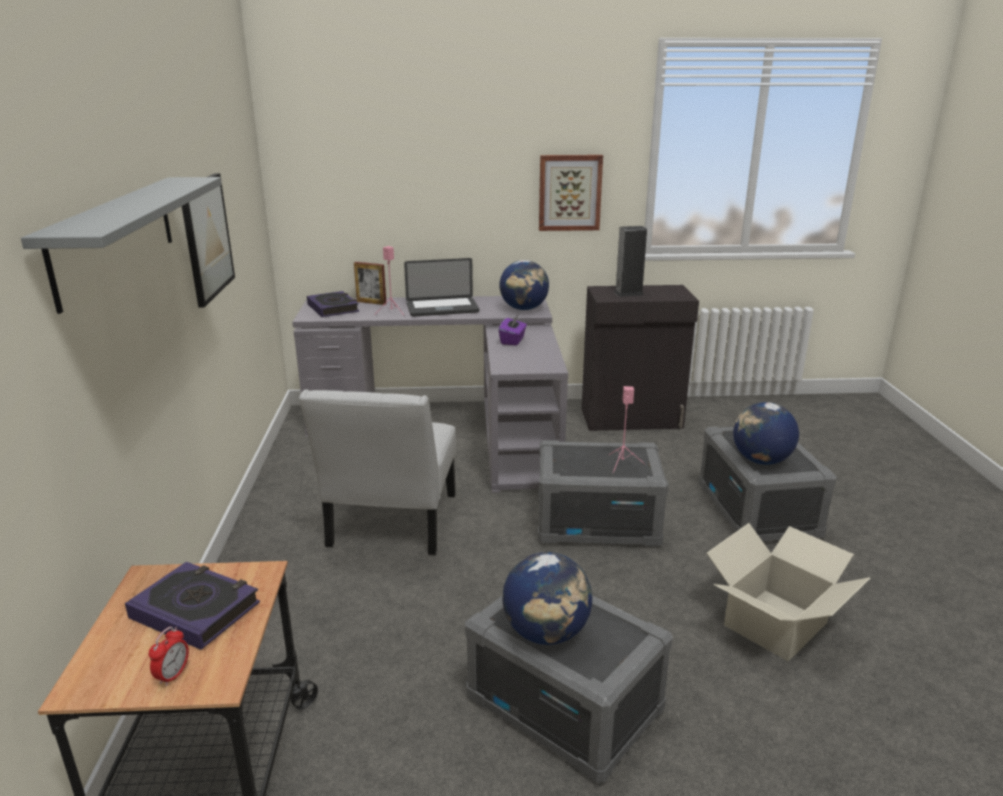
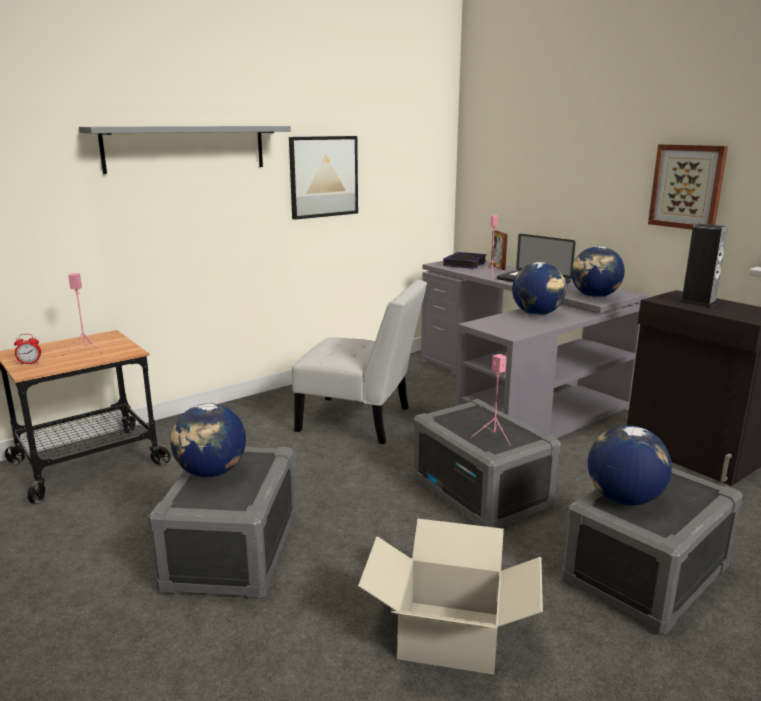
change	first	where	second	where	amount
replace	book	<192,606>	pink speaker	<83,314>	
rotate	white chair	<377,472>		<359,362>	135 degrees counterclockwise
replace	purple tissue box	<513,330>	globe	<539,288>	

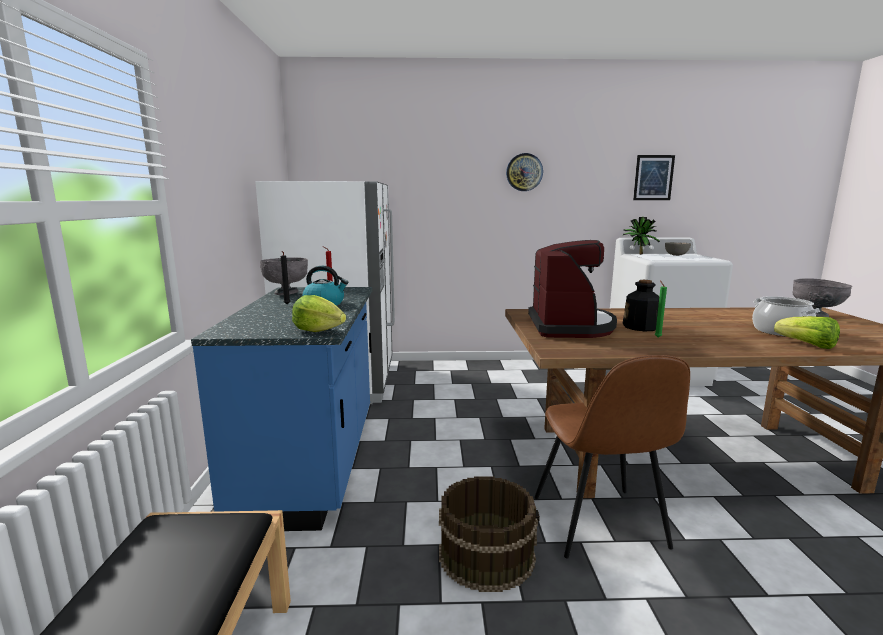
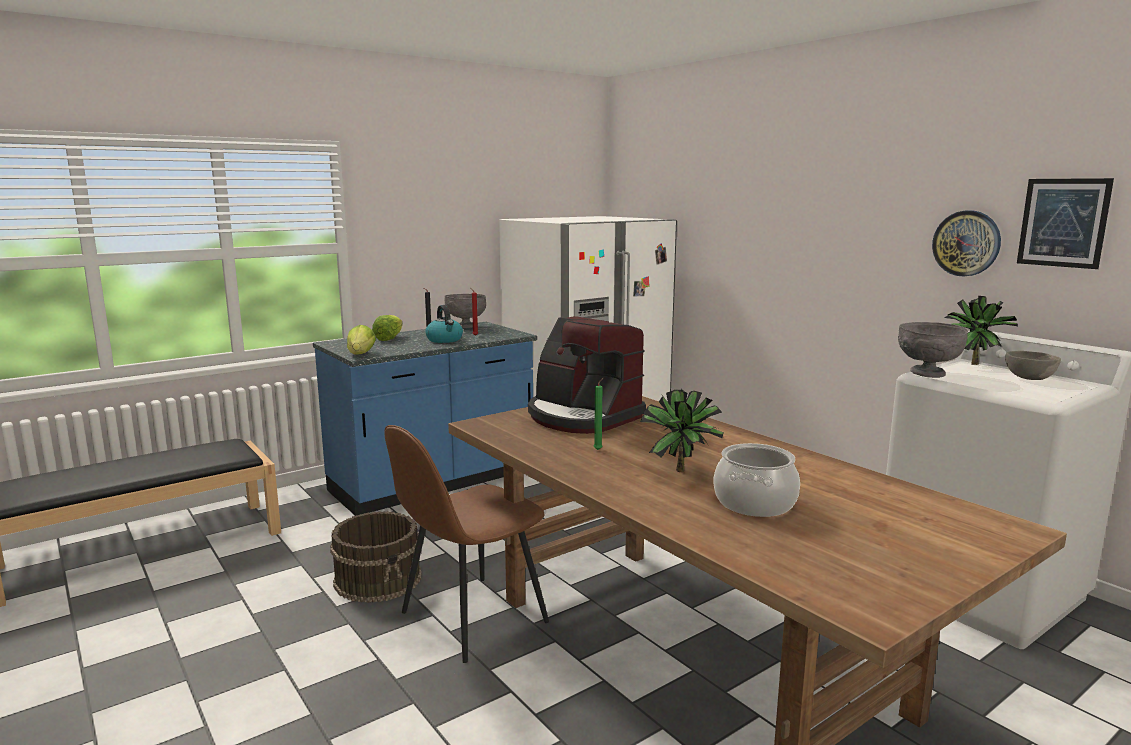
change	first	where	second	where	amount
move	lettuce	<807,332>		<387,328>	
rotate	coffee machine	<572,289>		<587,375>	75 degrees clockwise
insert			potted plant	<682,430>	
move	grey bowl	<822,297>		<933,350>	
move	wall clock	<524,172>		<966,243>	
delete	bottle	<641,305>			

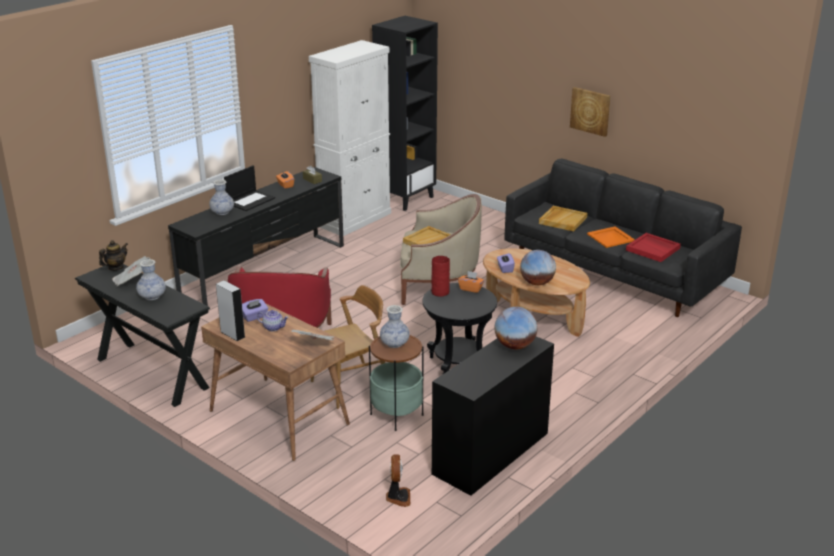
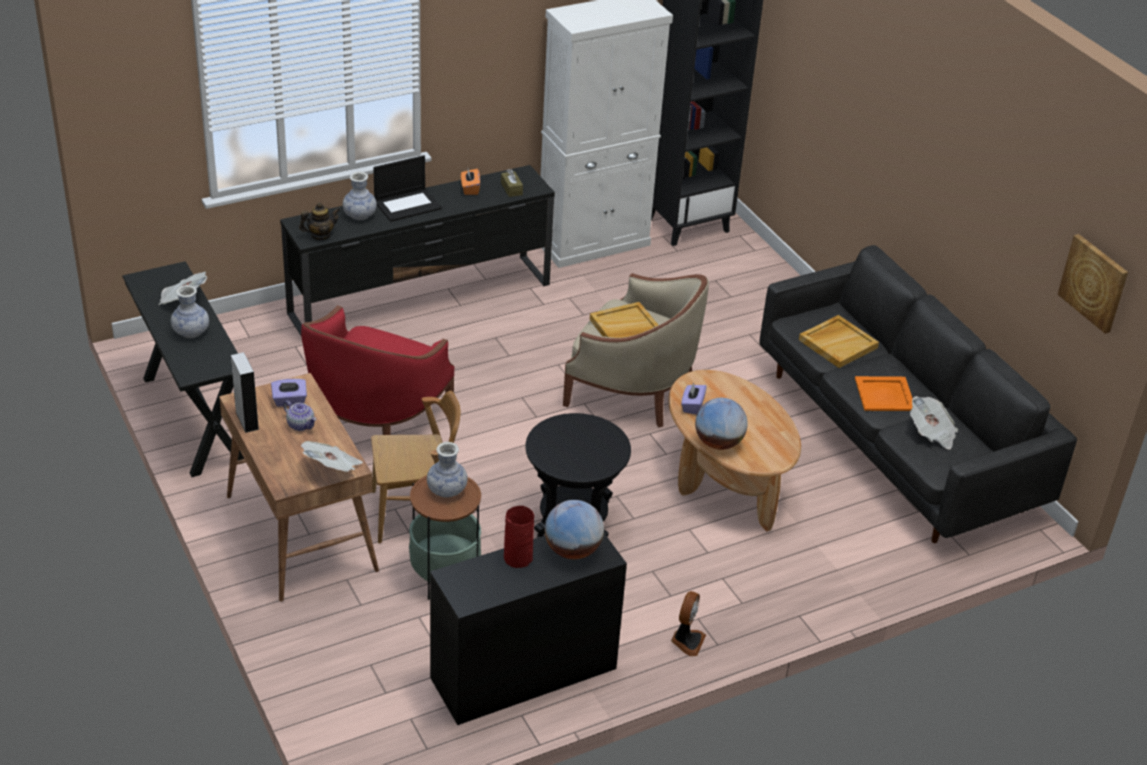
change	first	where	second	where	amount
move	teapot	<113,255>		<319,221>	
move	red vase	<440,276>		<519,537>	
move	fan	<398,481>		<688,623>	
replace	red tray	<653,247>	newspaper	<934,423>	
move	picture	<590,112>		<1093,284>	
delete	orange tissue box	<471,282>			

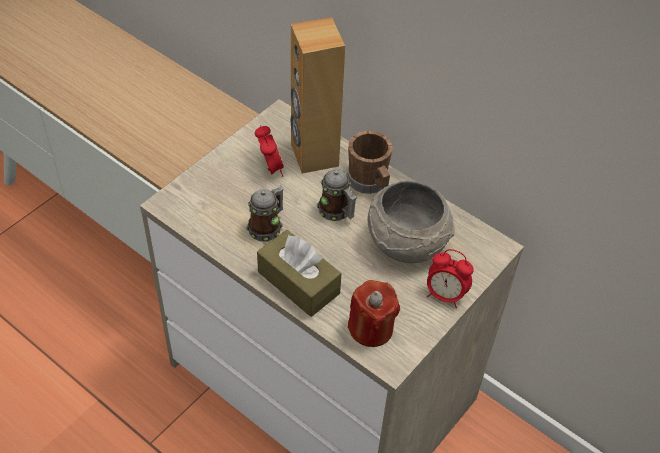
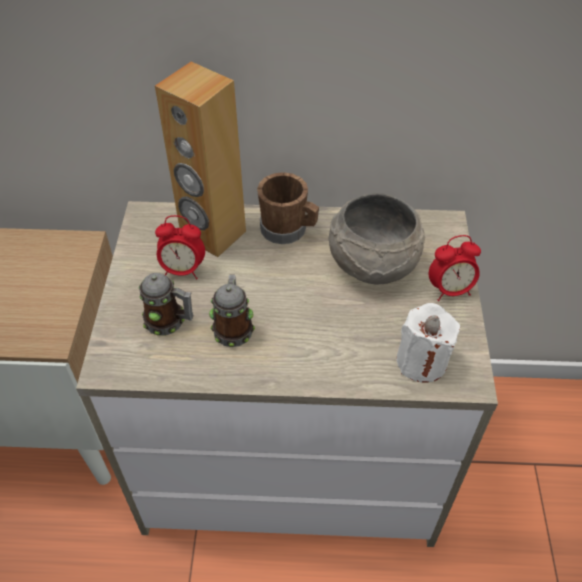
change	first	where	second	where	amount
move	mug	<337,195>		<166,304>	
rotate	alarm clock	<269,151>		<180,247>	150 degrees clockwise
recolor	red candle	<374,313>	white candle	<428,342>	
delete	brown tissue box	<299,273>			

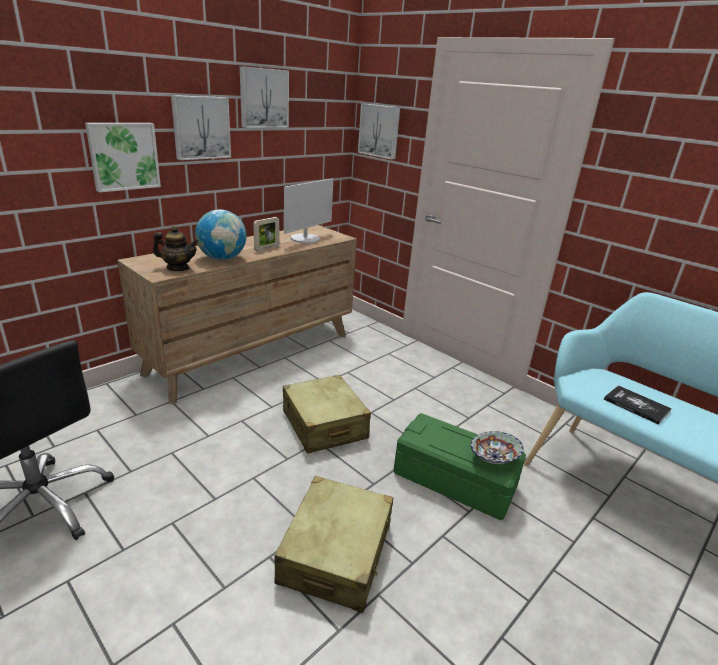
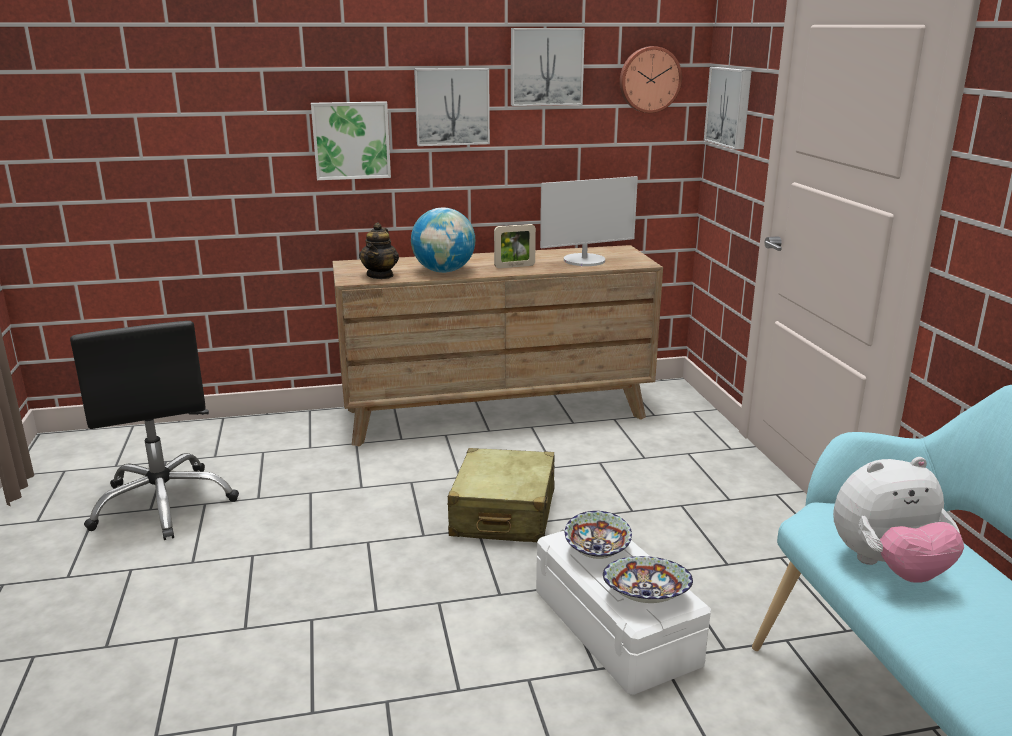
change	first	where	second	where	amount
rotate	teapot	<176,248>		<379,250>	60 degrees clockwise
recolor	green storage box	<459,466>	white storage box	<623,612>	
insert			bowl	<598,535>	
insert			wall clock	<651,79>	
replace	book	<638,405>	plush toy	<898,520>	
delete	beige suitcase	<334,544>			

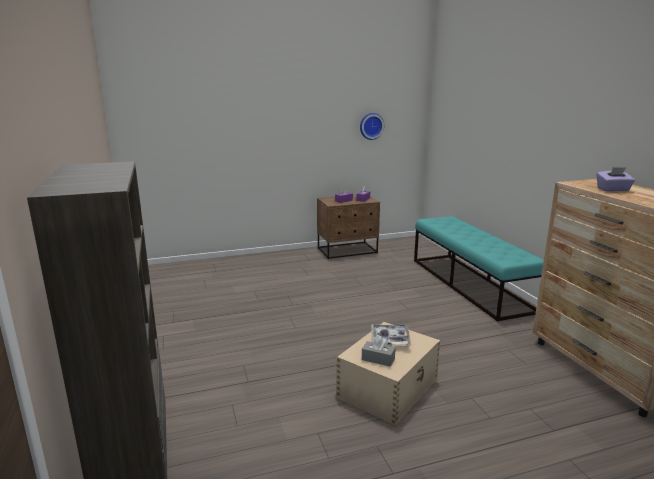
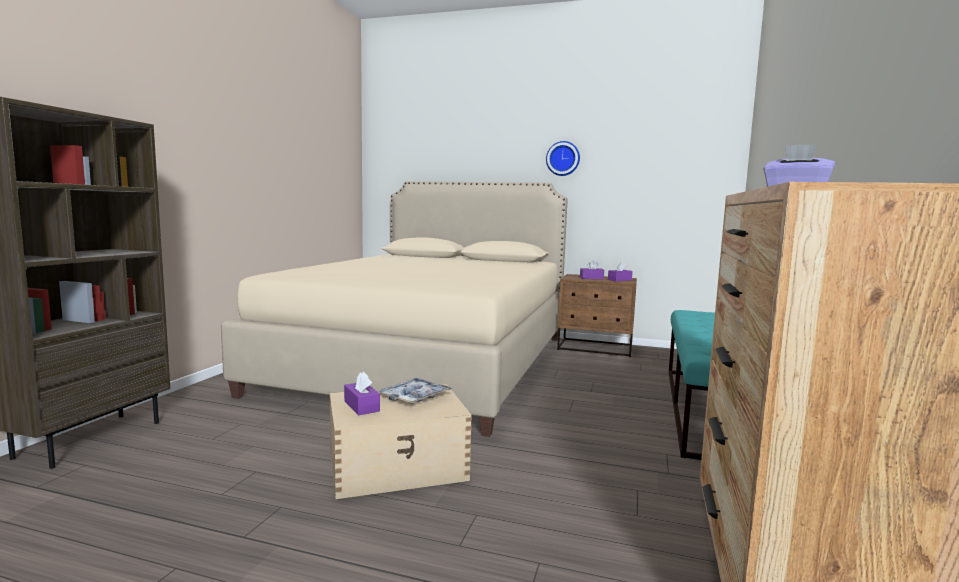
change	first	where	second	where	amount
insert			beige bed	<394,309>	
recolor	grey tissue box	<379,351>	purple tissue box	<362,393>	
move	wall clock	<372,126>		<563,158>	

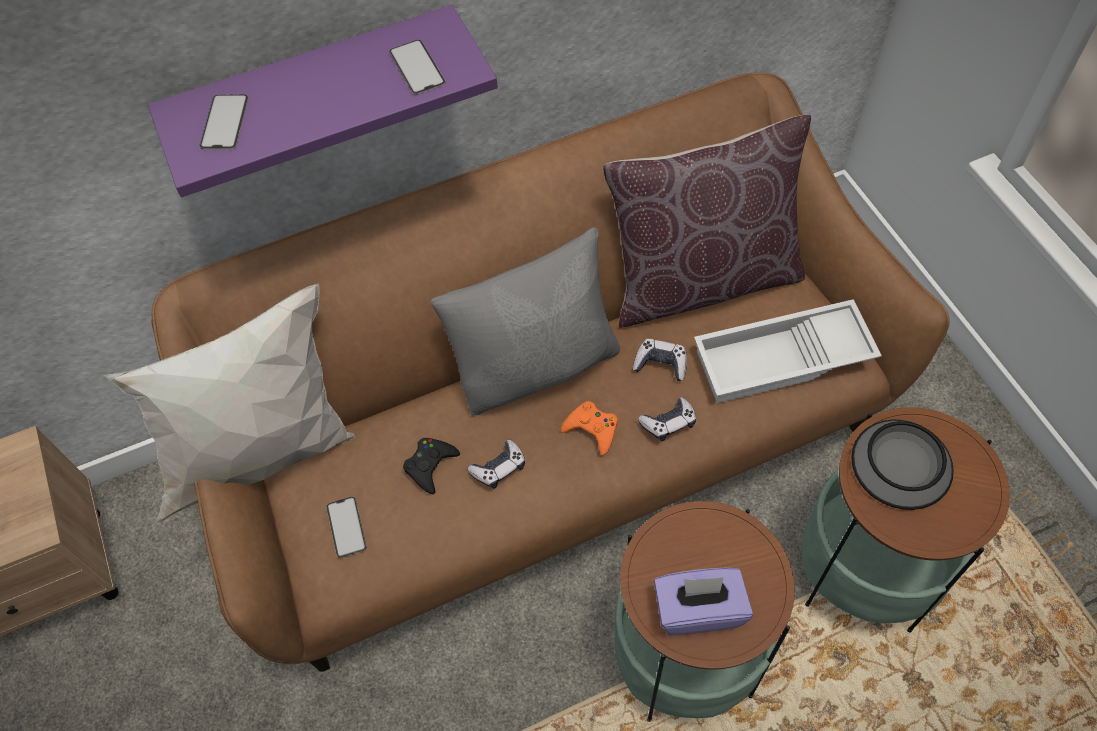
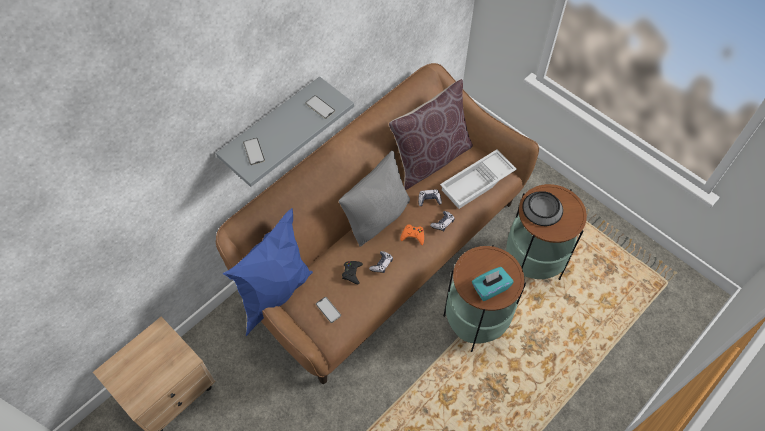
change	first	where	second	where	amount
recolor	purple shelf	<323,101>	grey shelf	<285,132>	
recolor	white pillow	<229,403>	blue pillow	<267,272>	
recolor	purple tissue box	<703,601>	turquoise tissue box	<493,284>	

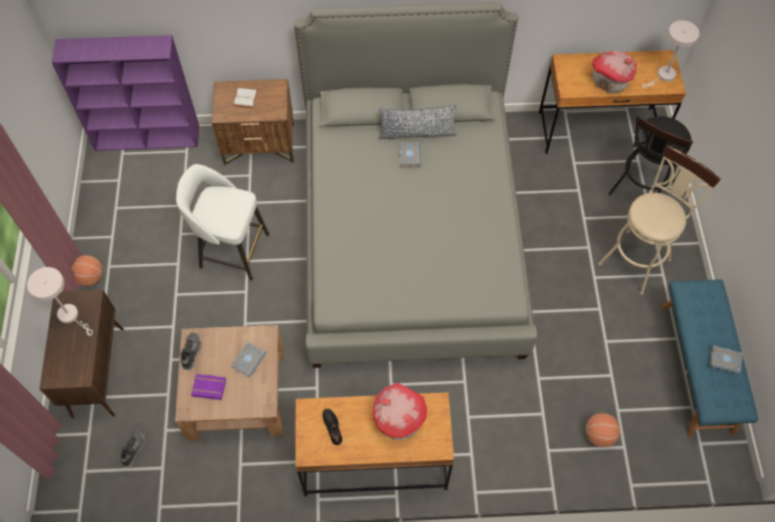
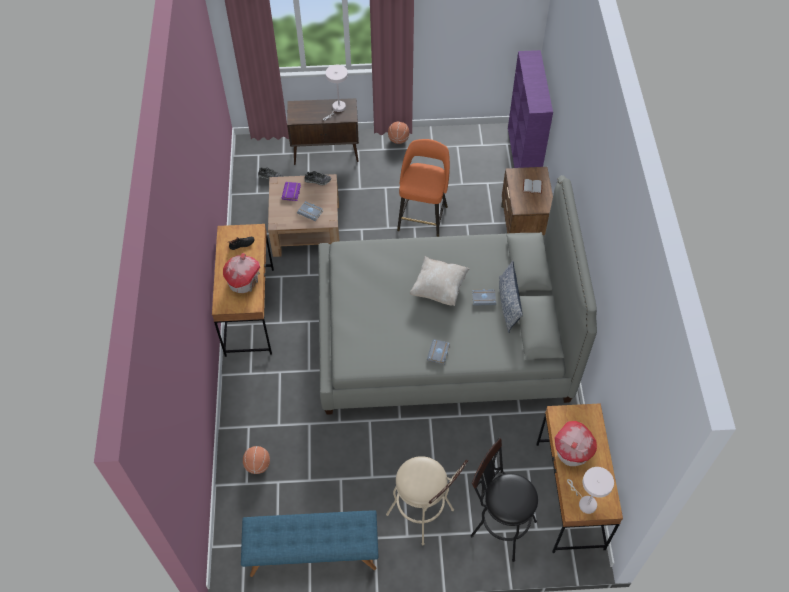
change	first	where	second	where	amount
recolor	white stool	<222,222>	orange stool	<423,188>	
insert			beige pillow	<439,281>	
move	grey book	<726,359>		<438,351>	

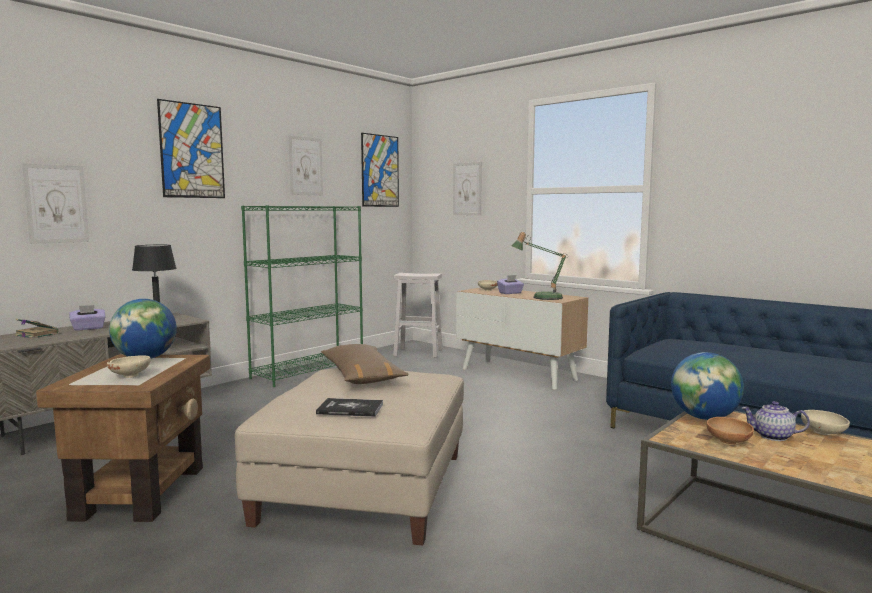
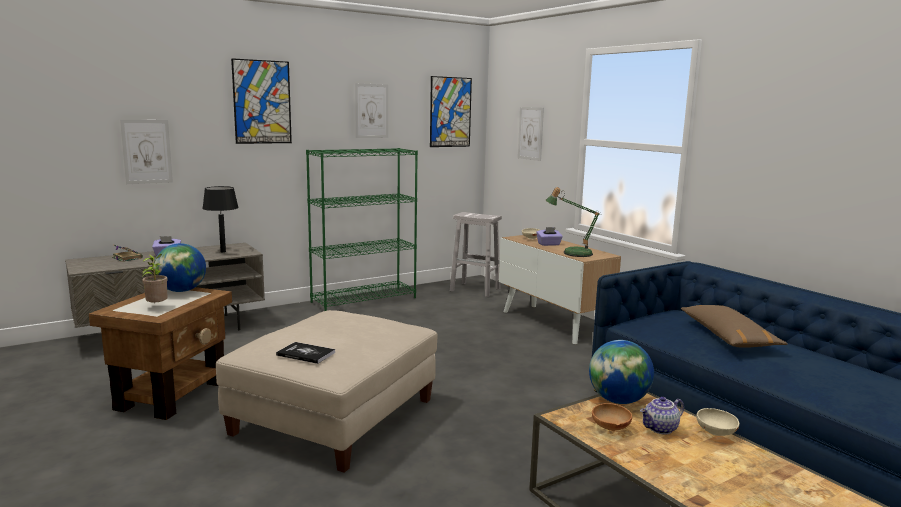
change	first	where	second	where	amount
replace	beige bowl	<129,366>	potted plant	<155,278>	
rotate	teapot	<776,421>		<662,415>	60 degrees counterclockwise
move	brown pillow	<365,364>		<734,326>	

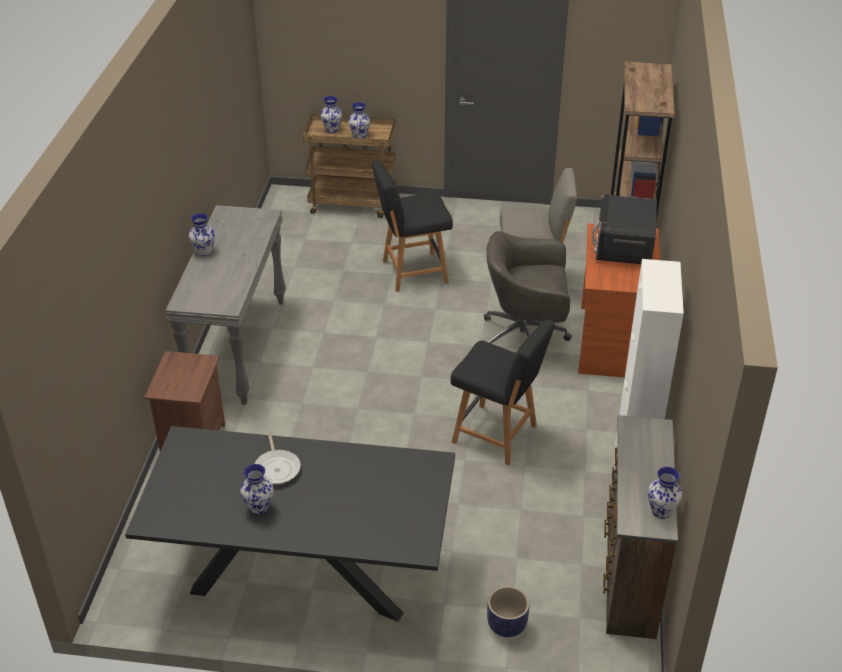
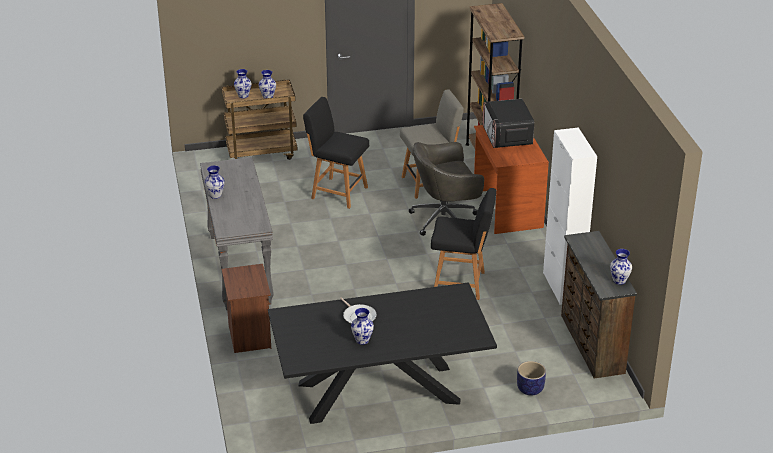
change	first	where	second	where	amount
rotate	black chair	<412,226>		<336,153>	60 degrees clockwise

